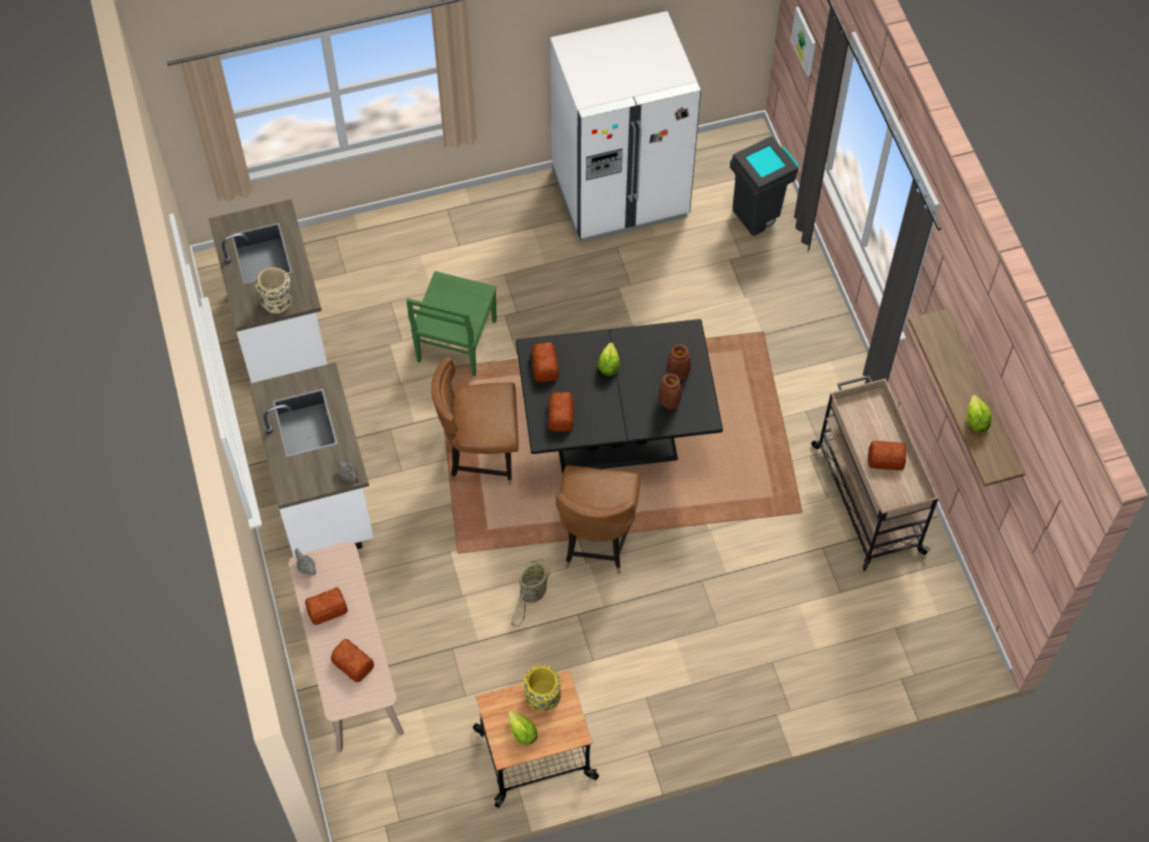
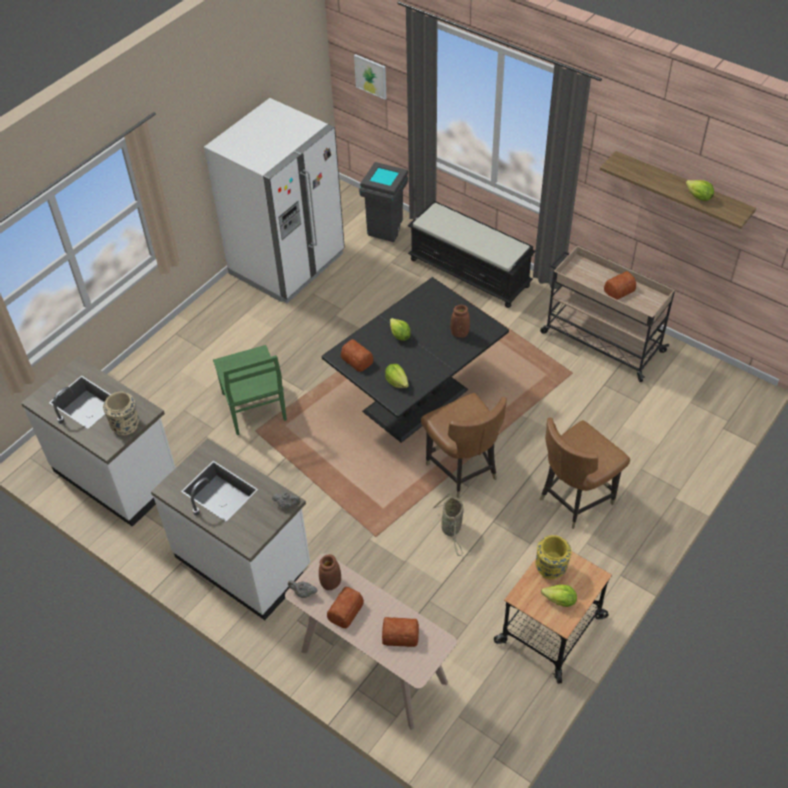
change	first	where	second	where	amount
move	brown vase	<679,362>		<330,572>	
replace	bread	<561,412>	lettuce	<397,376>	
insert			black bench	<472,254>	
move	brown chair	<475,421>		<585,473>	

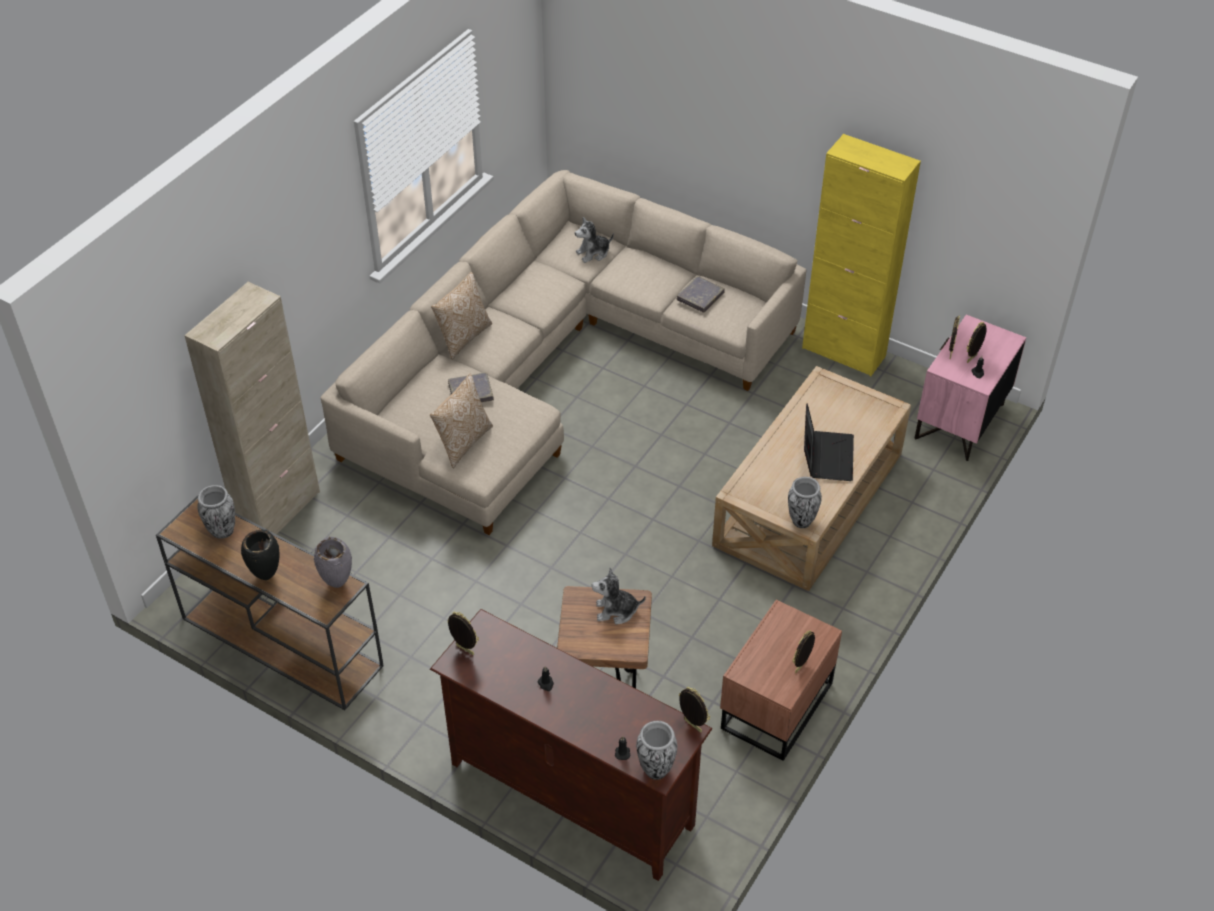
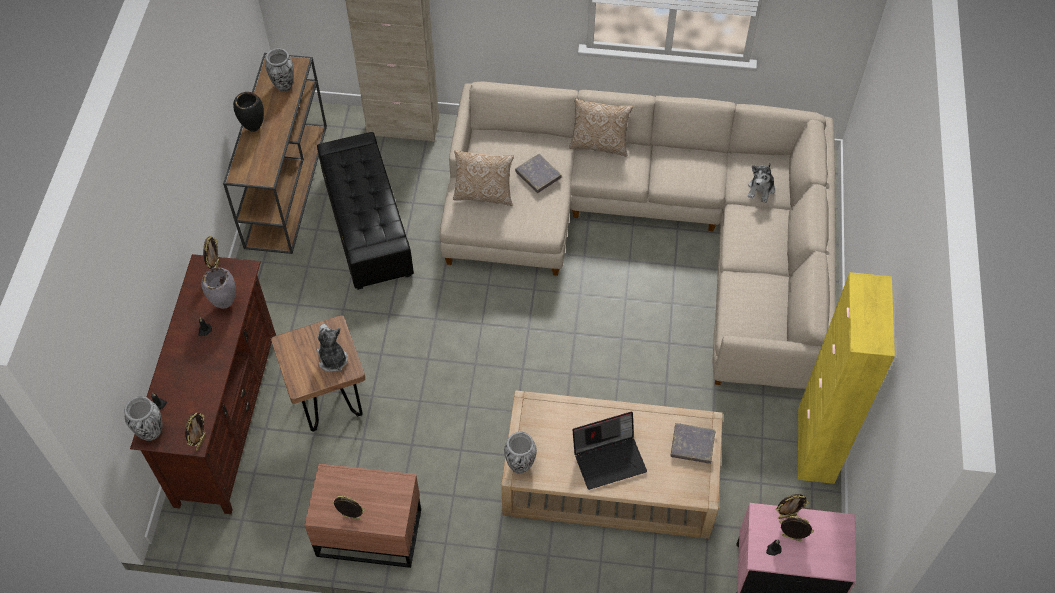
change	first	where	second	where	amount
move	grey vase	<333,562>		<218,288>	
insert			black ottoman	<365,211>	
move	grey book	<701,294>		<693,443>	
rotate	plush toy	<594,240>		<761,183>	105 degrees counterclockwise

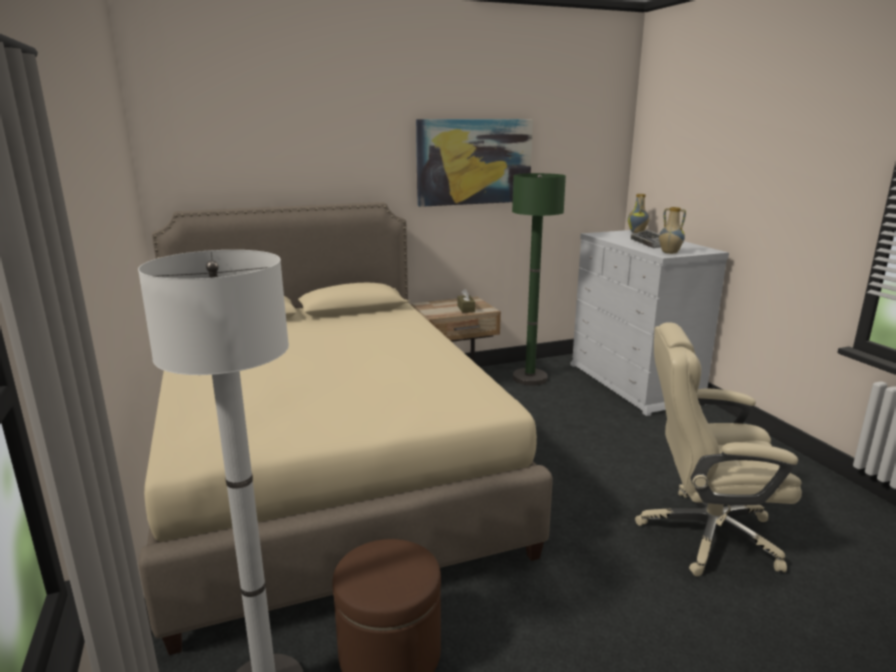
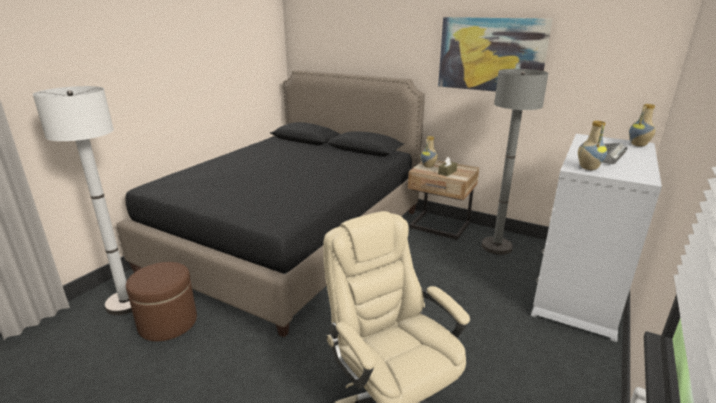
change	first	where	second	where	amount
recolor	beige bed	<345,428>	black bed	<270,203>	
insert			vase	<429,152>	
recolor	green floor lamp	<539,279>	grey floor lamp	<515,162>	

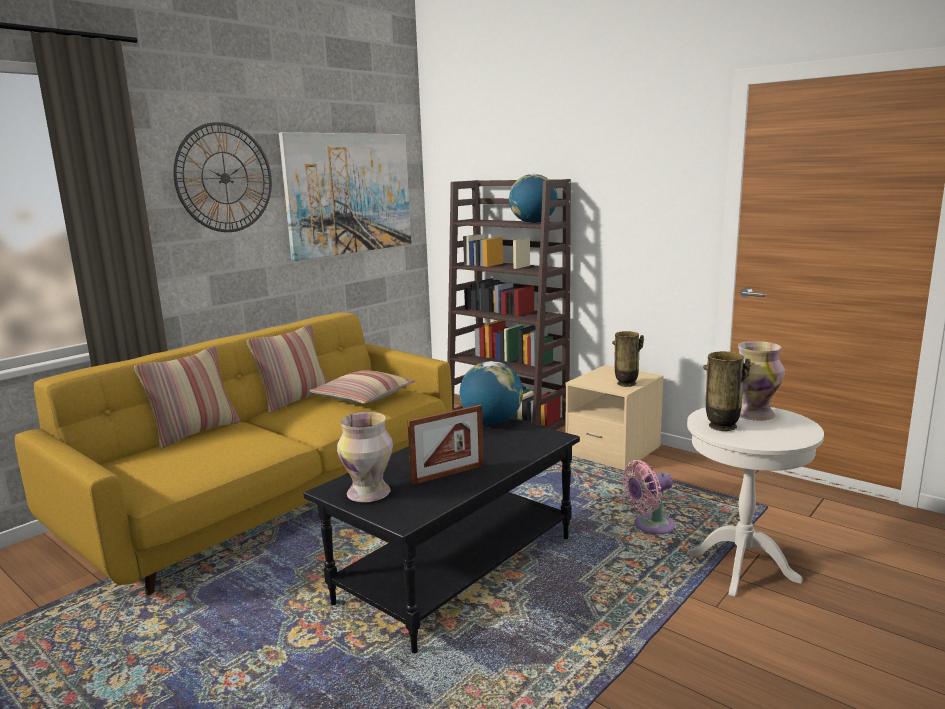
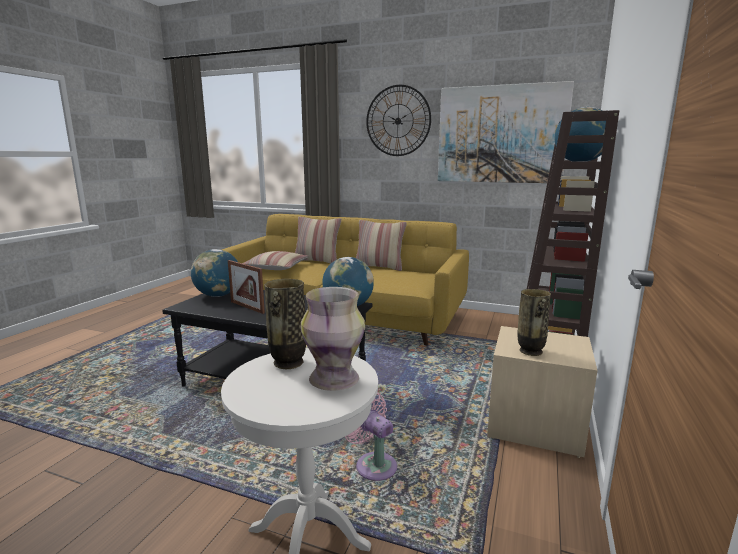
change	first	where	second	where	amount
replace	vase	<365,457>	globe	<214,273>	
move	pillow	<362,387>		<276,260>	

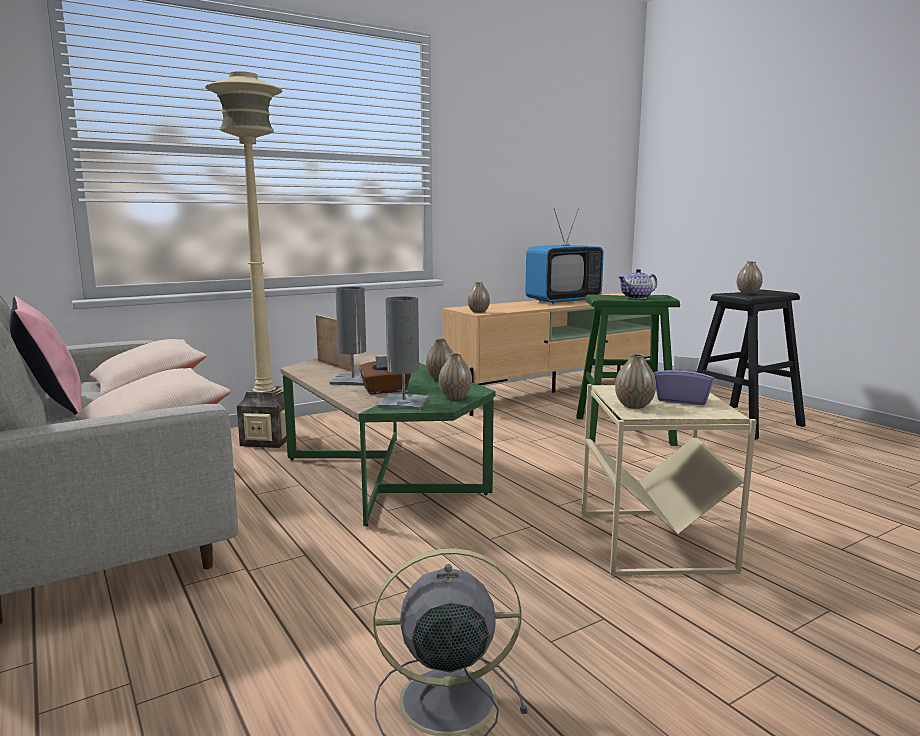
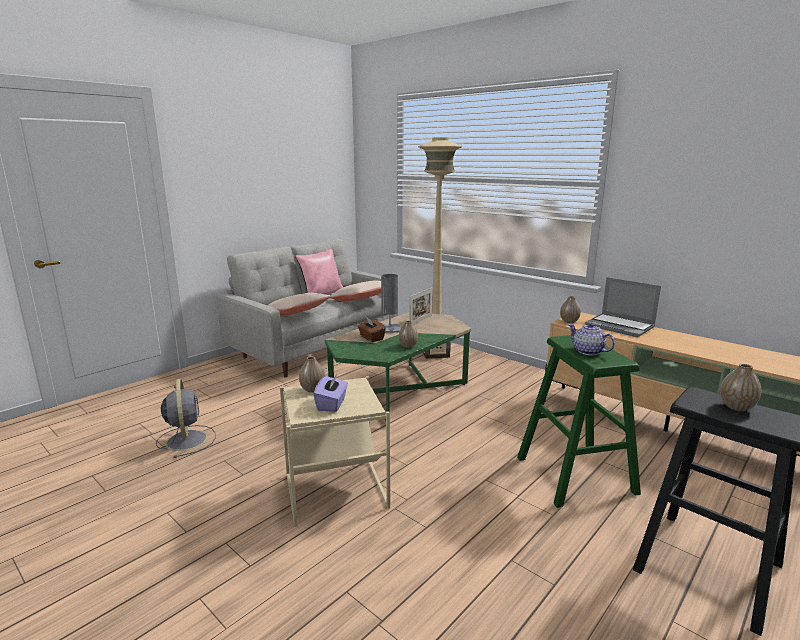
change	first	where	second	where	amount
insert			laptop	<623,307>	
delete	grey table lamp	<403,353>			
delete	vase	<455,376>			
delete	television	<564,256>			

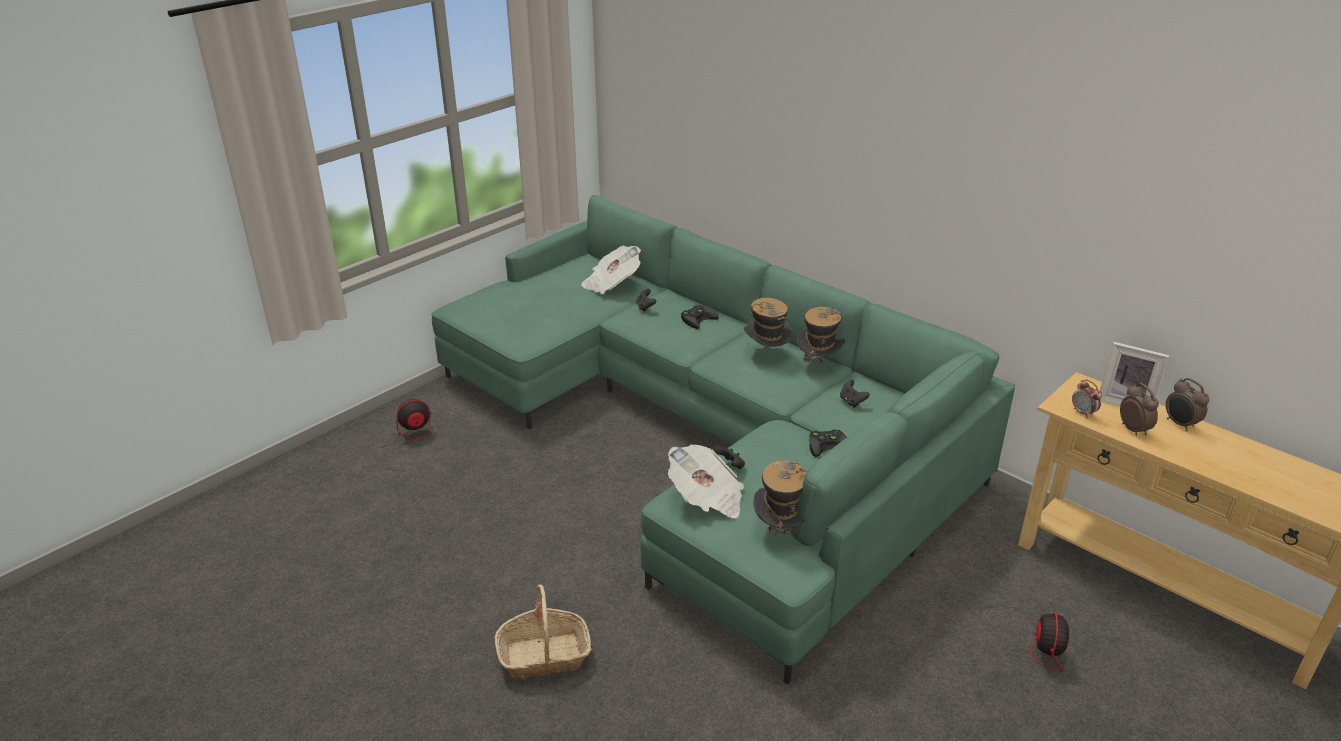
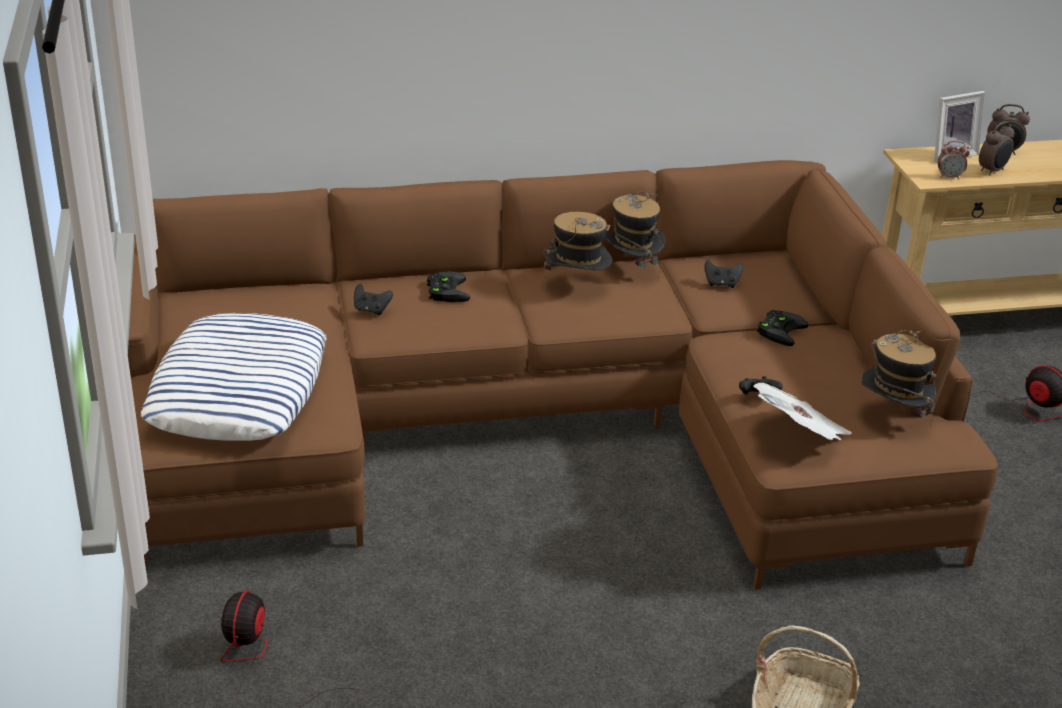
change	first	where	second	where	amount
recolor	green sofa	<723,440>	brown sofa	<563,375>	
insert			pillow	<234,377>	
rotate	alarm clock	<1139,409>		<997,148>	120 degrees clockwise
delete	newspaper	<611,270>			

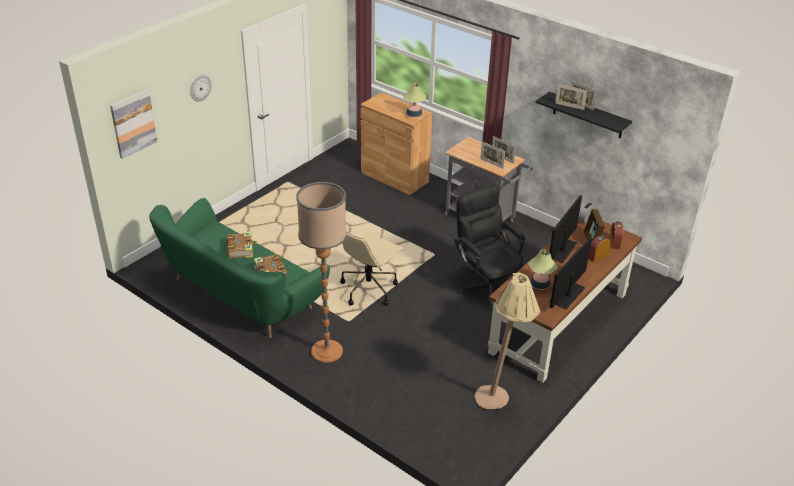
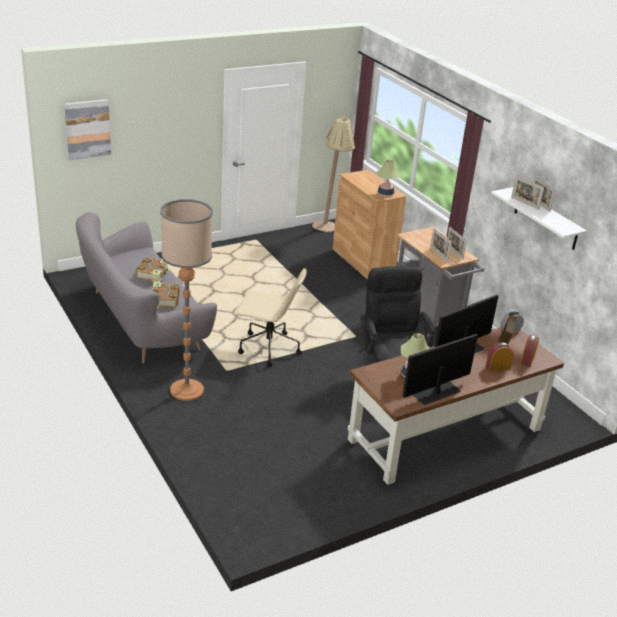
change	first	where	second	where	amount
recolor	green sofa	<239,268>	grey sofa	<146,287>	
rotate	beige office chair	<372,269>		<270,317>	135 degrees counterclockwise
move	beige floor lamp	<507,340>		<333,174>	
recolor	black shelf	<583,115>	white shelf	<539,218>	
delete	wall clock	<201,88>			

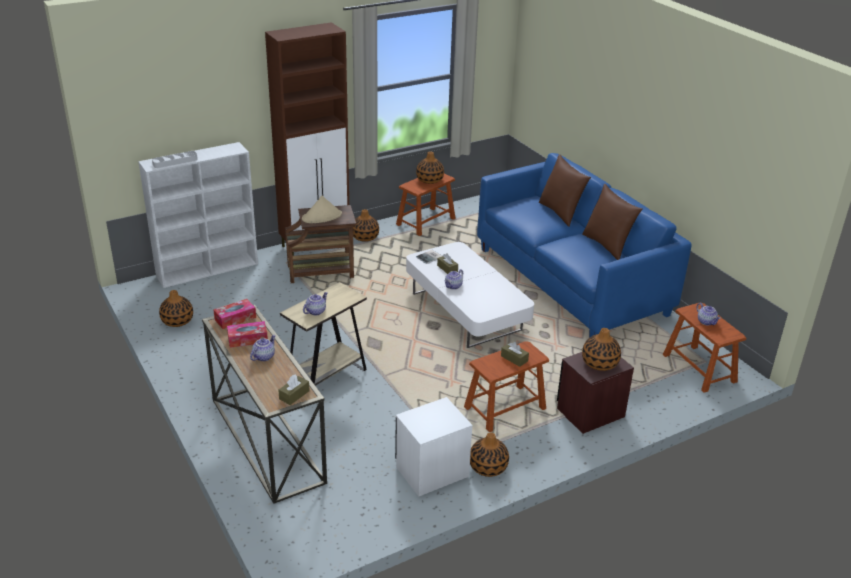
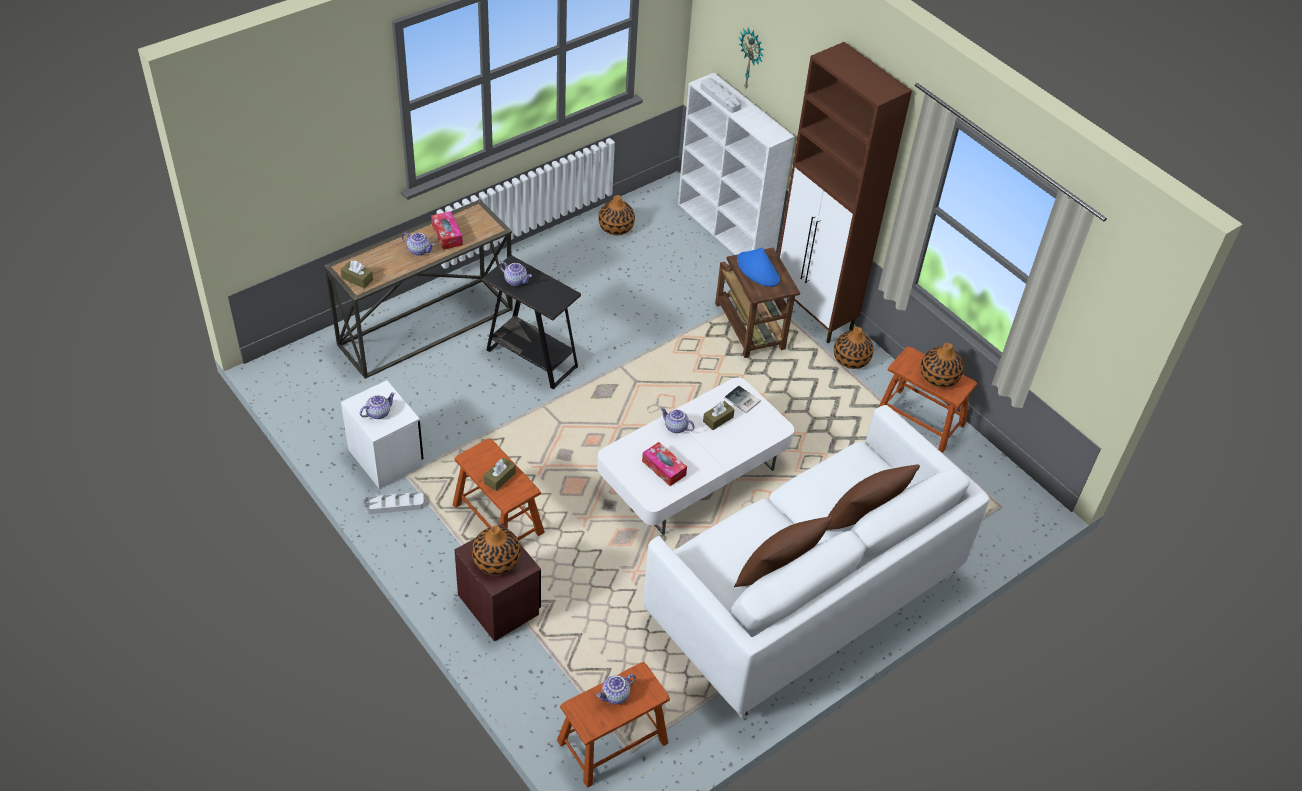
change	first	where	second	where	amount
insert			teapot	<377,406>	
replace	vase	<489,455>	grey tray	<394,503>	
recolor	beige side table	<323,334>	black side table	<531,322>	
move	tissue box	<234,314>		<664,464>	
recolor	blue sofa	<584,245>	white sofa	<816,562>	
recolor	beige hat	<322,209>	blue hat	<758,267>	
insert			wall clock	<751,59>	

